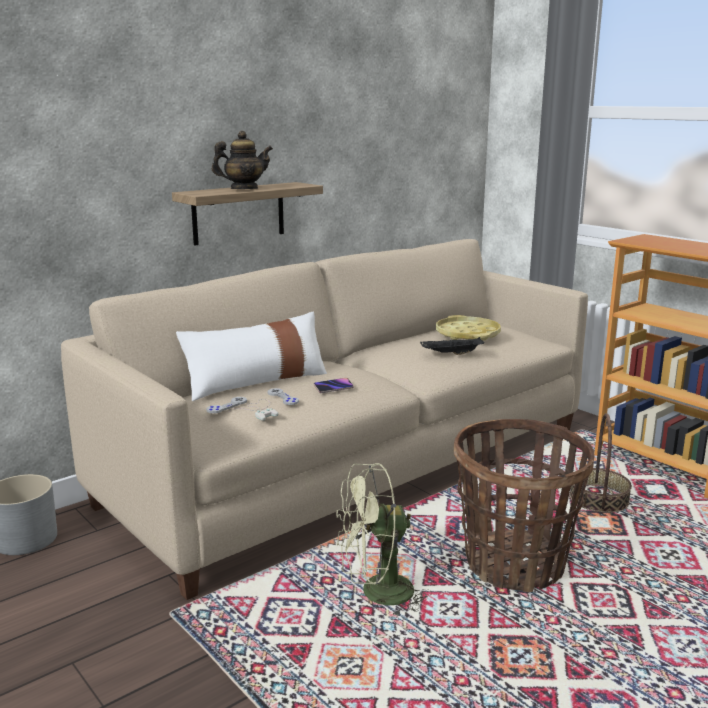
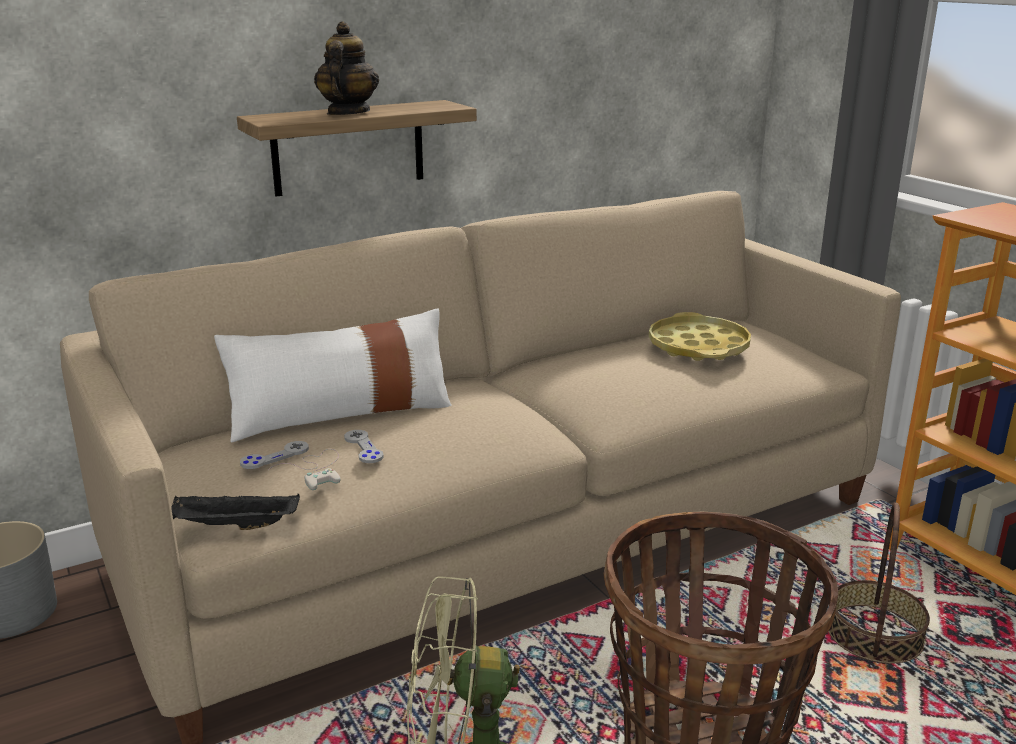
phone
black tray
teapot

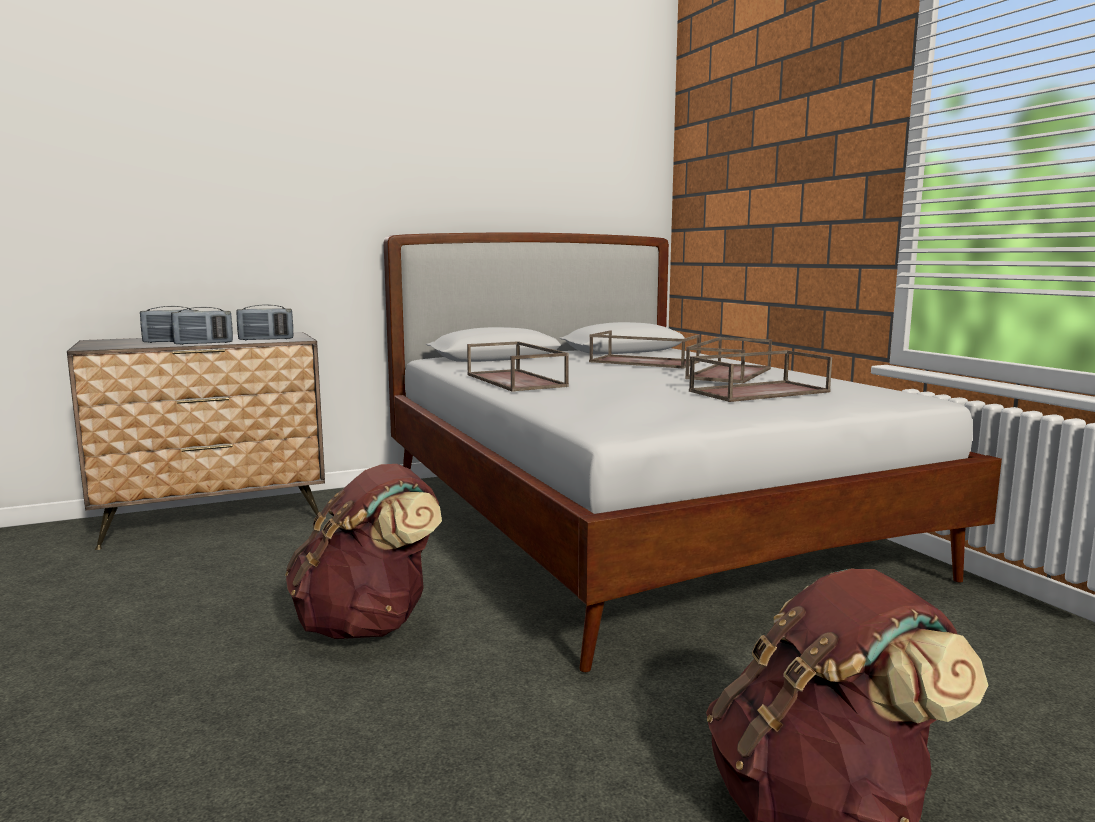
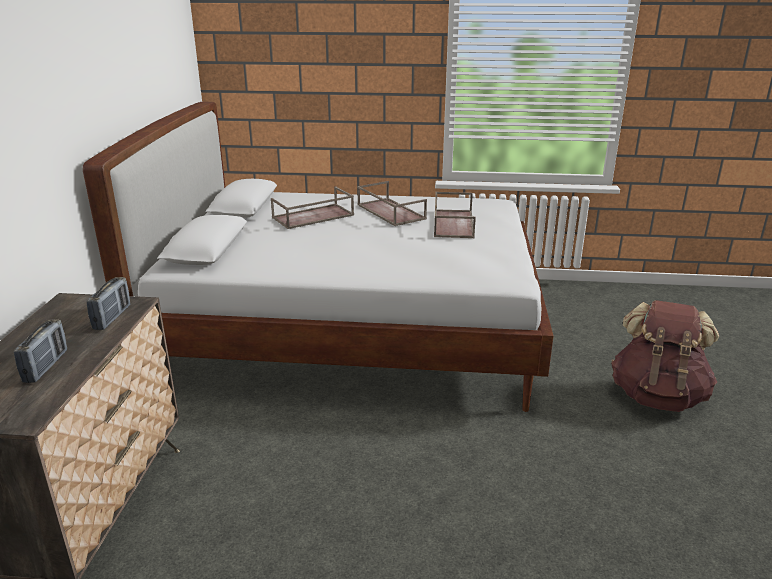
radio (no. 2 from left in the first image)
brown backpack (no. 1 from left in the first image)
brown tray (no. 1 from left in the first image)

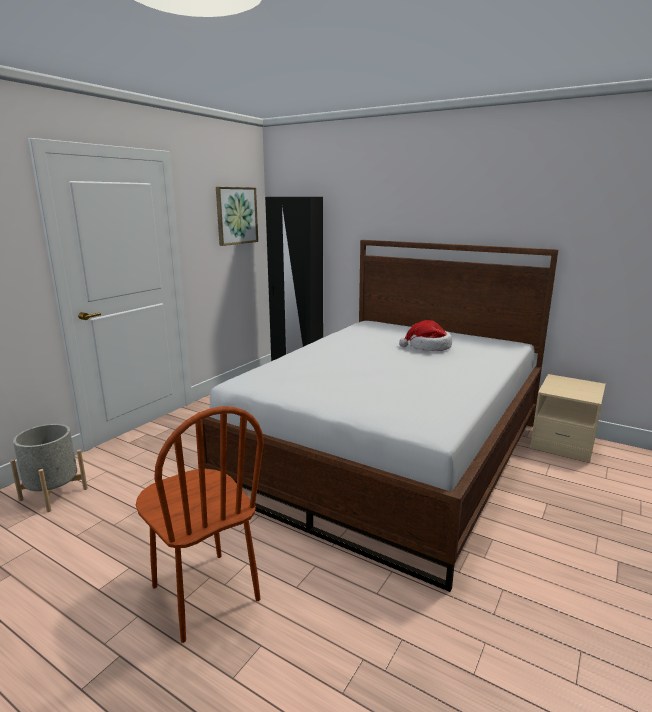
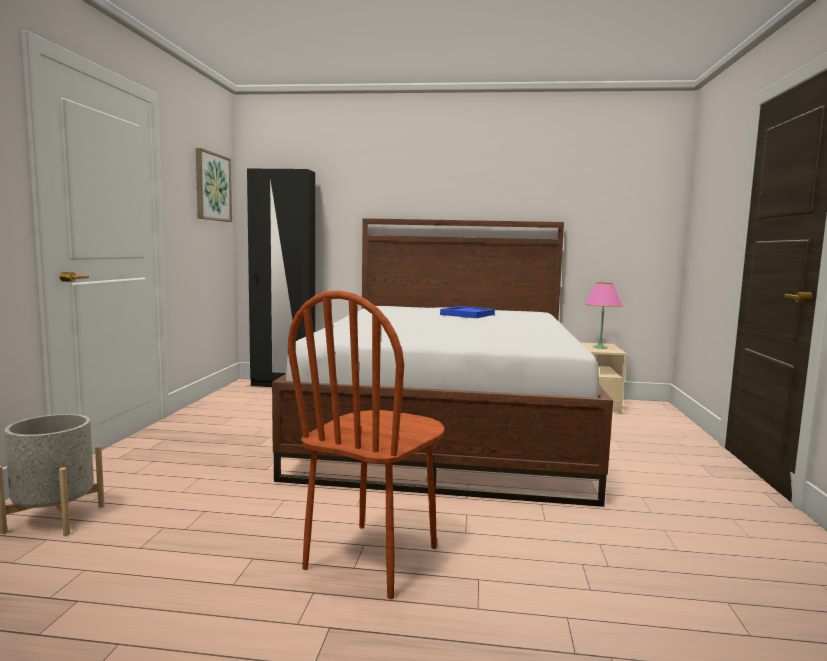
pink table lamp
blue tray
brown chair

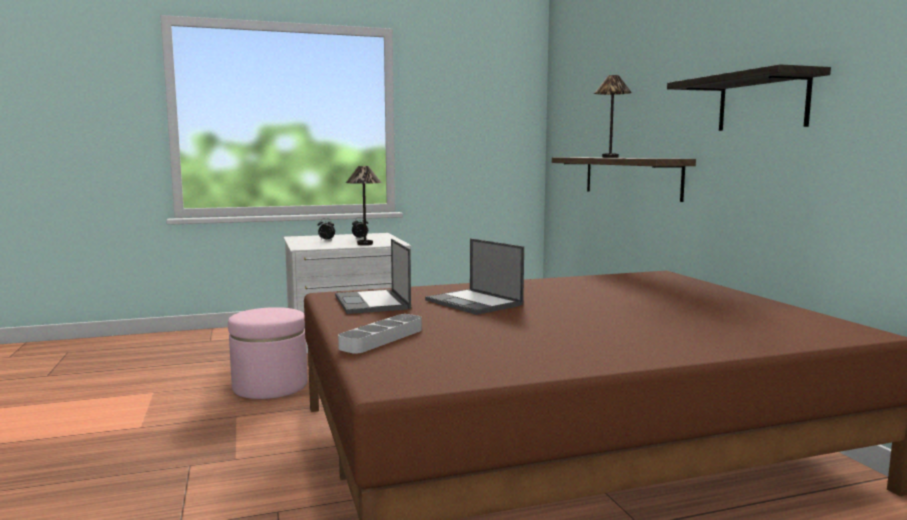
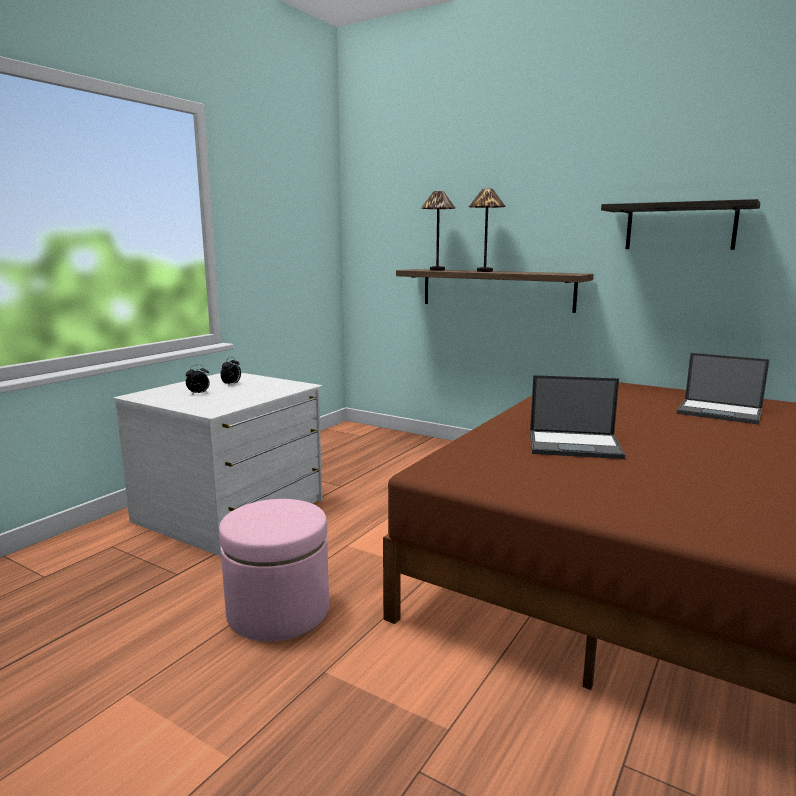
grey tray
laptop (no. 2 from left)
table lamp (no. 1 from left)

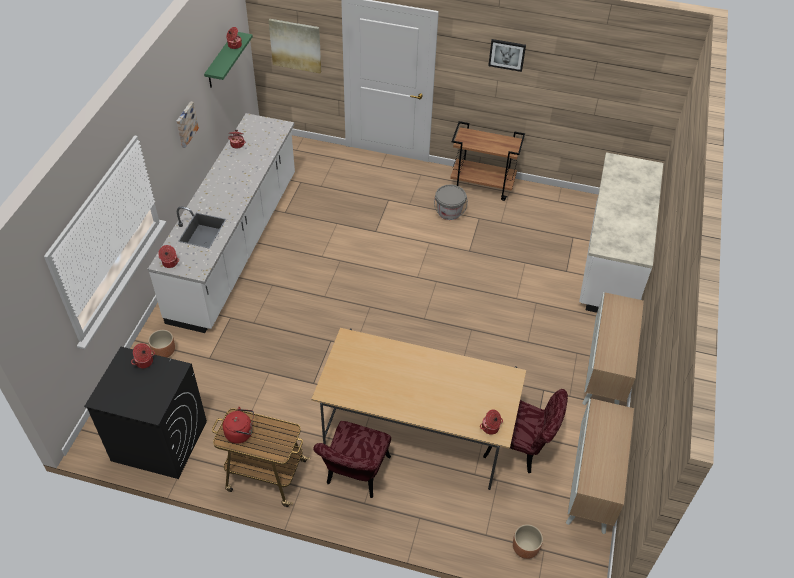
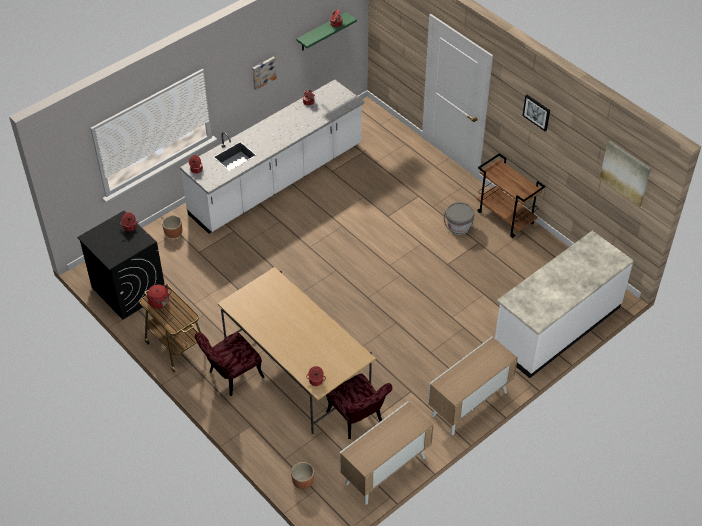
picture (no. 3 from left)

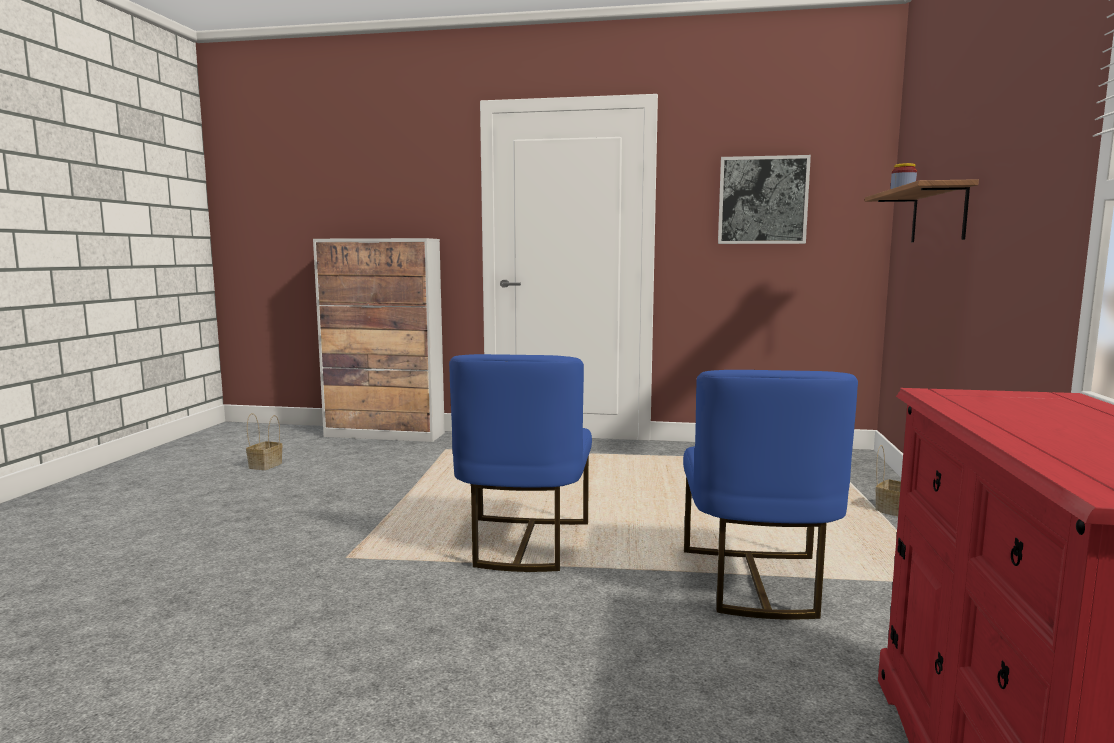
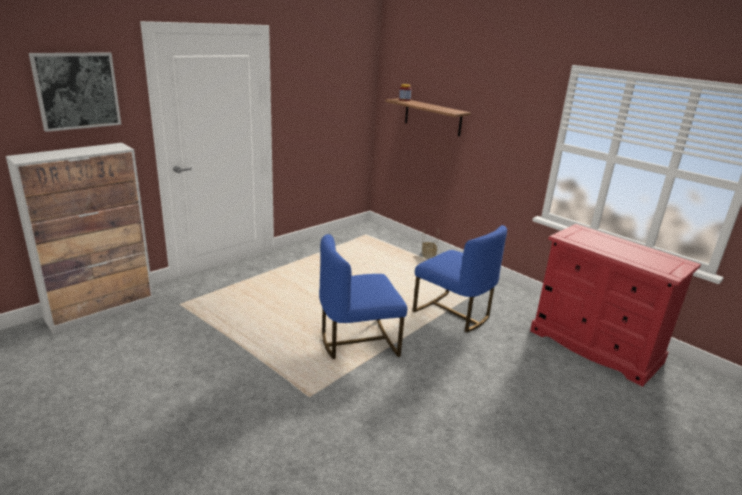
basket (no. 1 from left in the first image)
picture
blue chair (no. 1 from left)

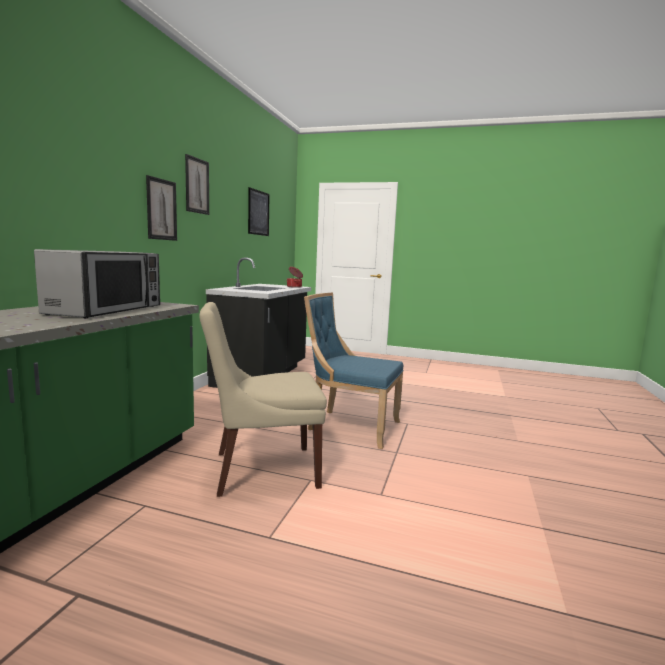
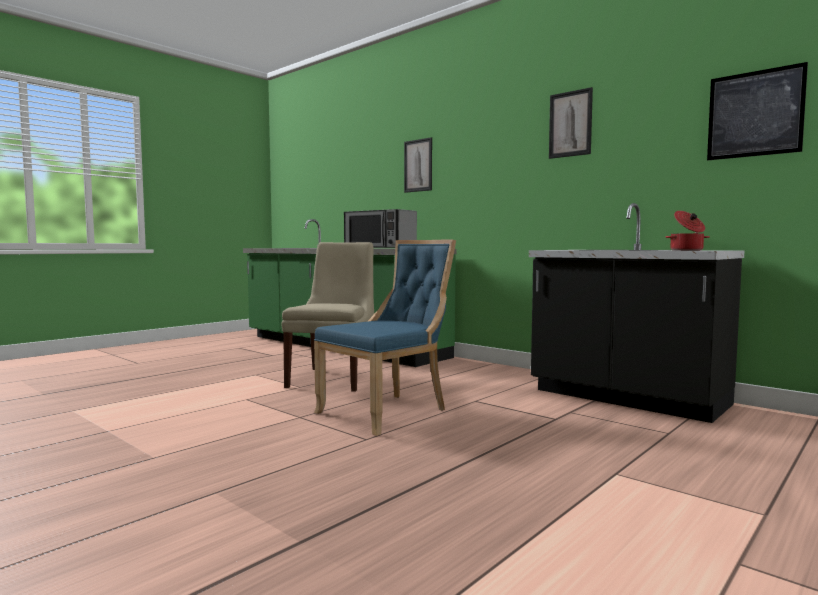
picture (no. 1 from left)

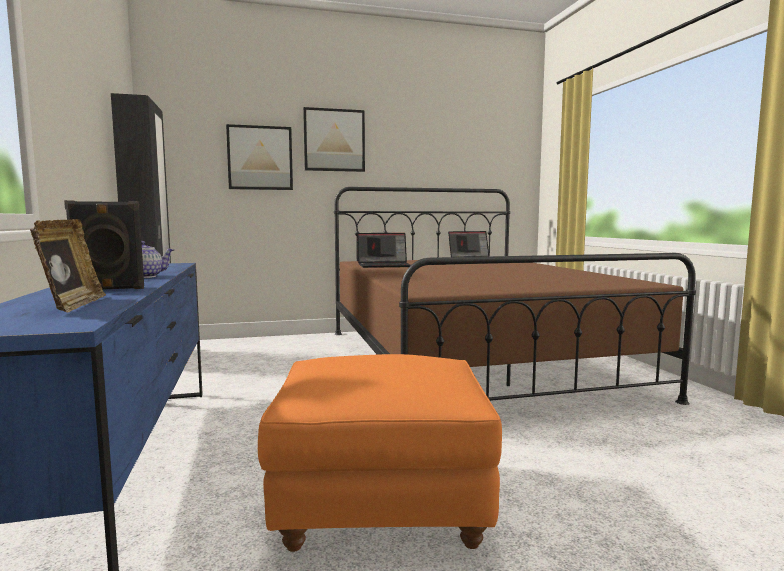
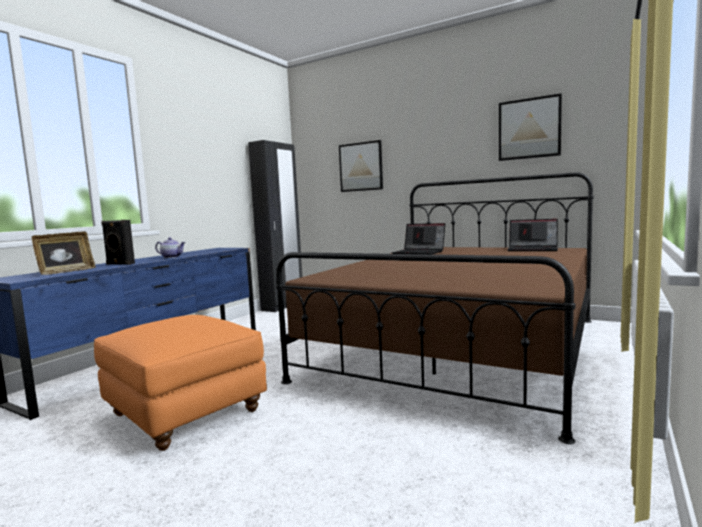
picture (no. 2 from left)

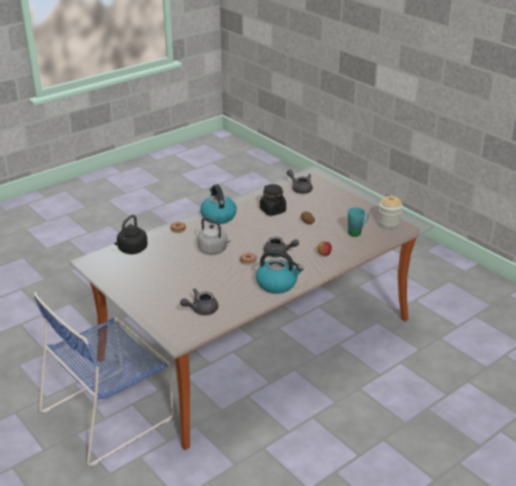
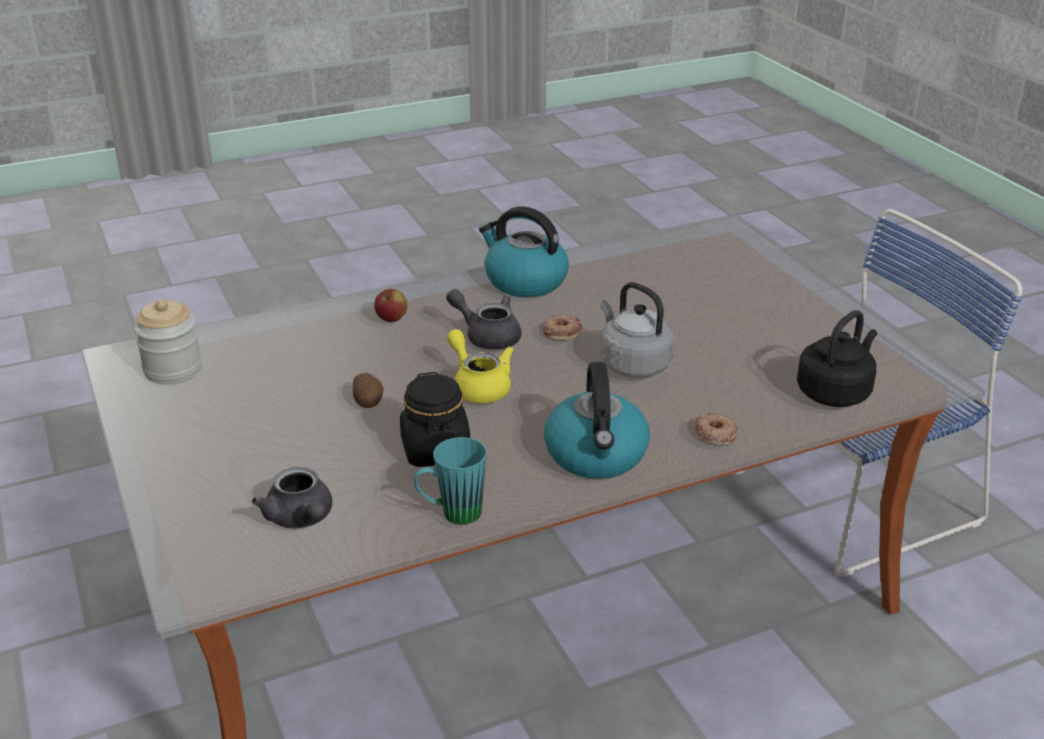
grey teapot (no. 1 from left in the first image)
yellow teapot
turquoise mug

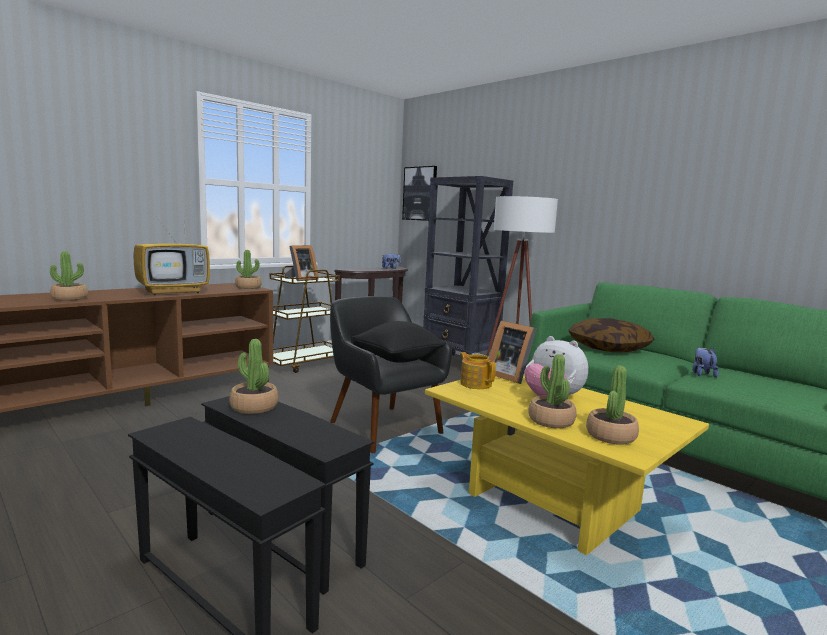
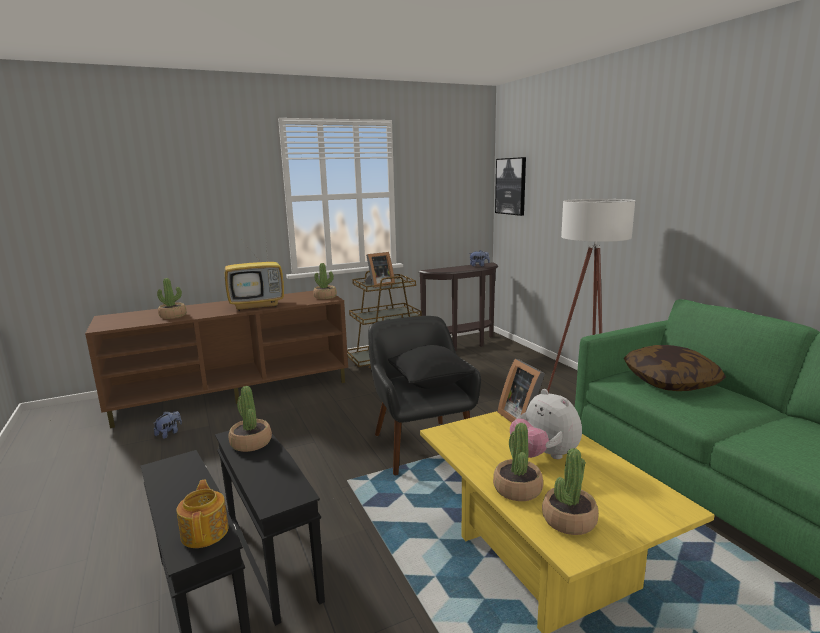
black bookcase
teapot
plush toy (no. 1 from left)

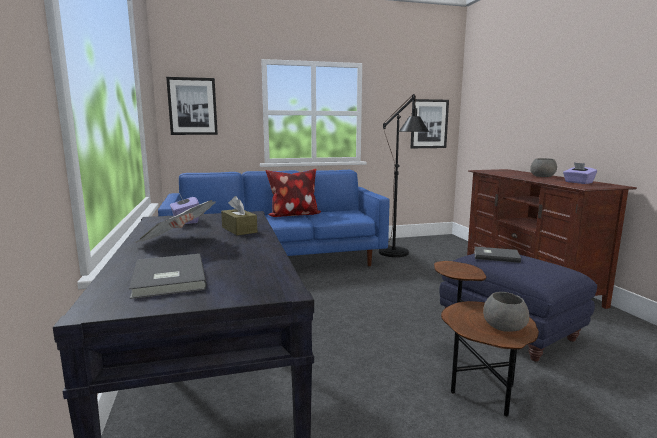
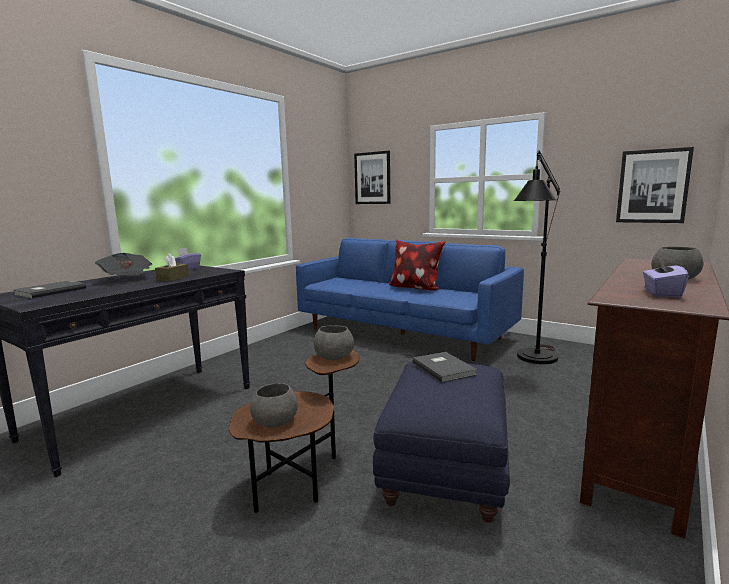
grey bowl (no. 2 from left)

